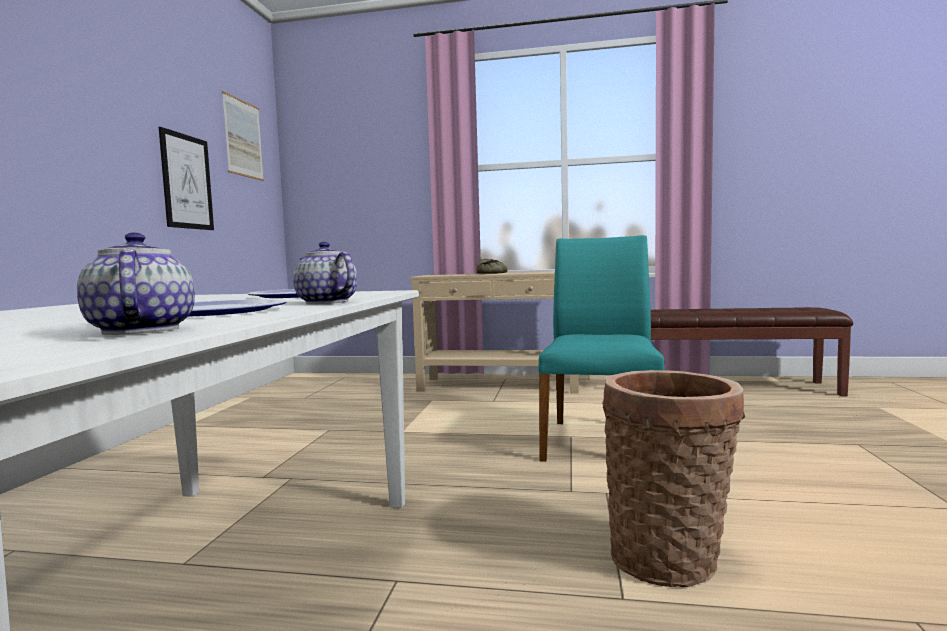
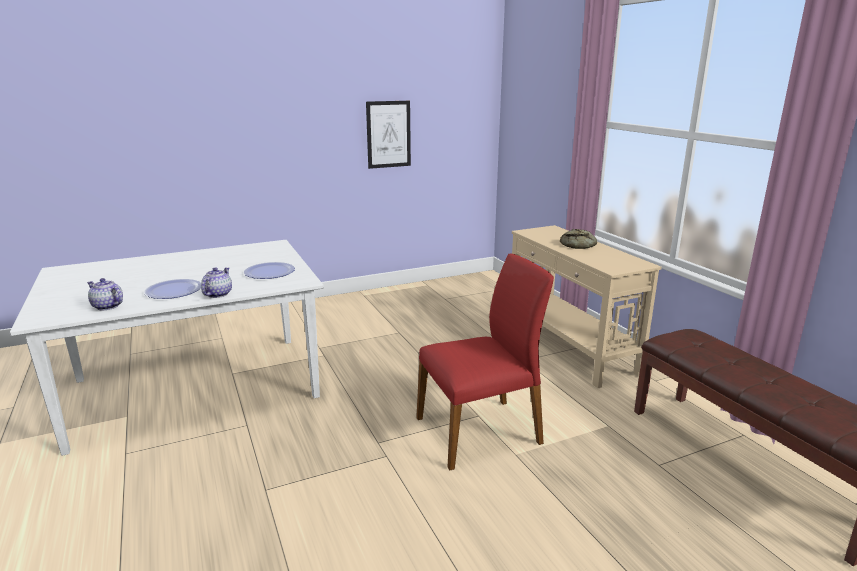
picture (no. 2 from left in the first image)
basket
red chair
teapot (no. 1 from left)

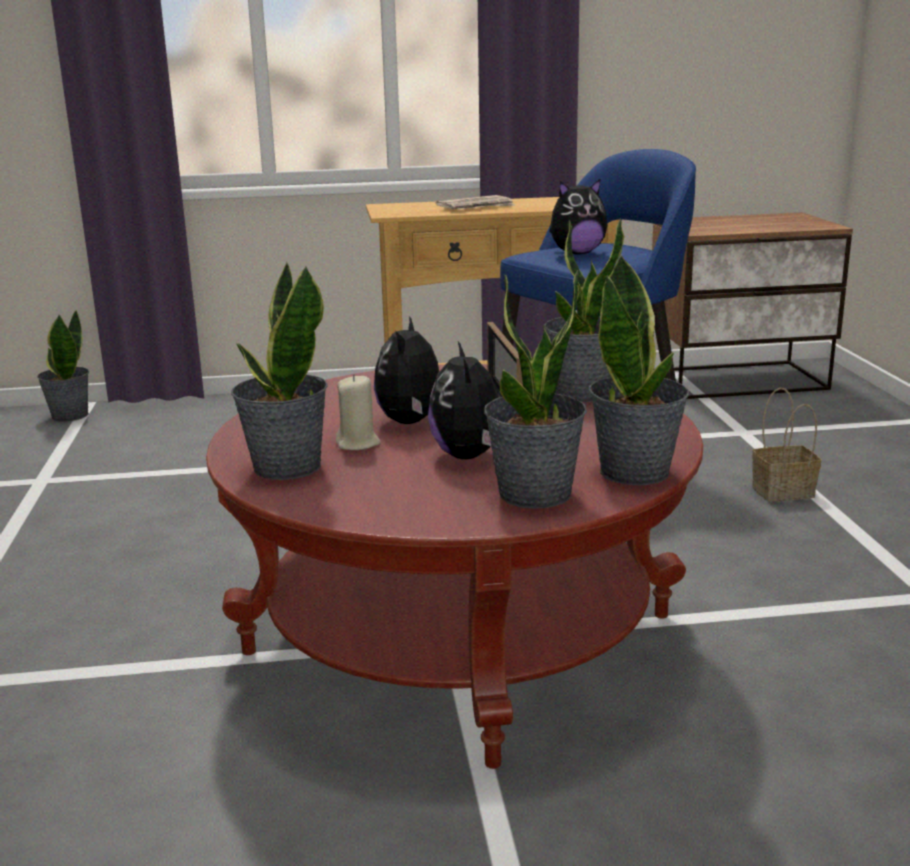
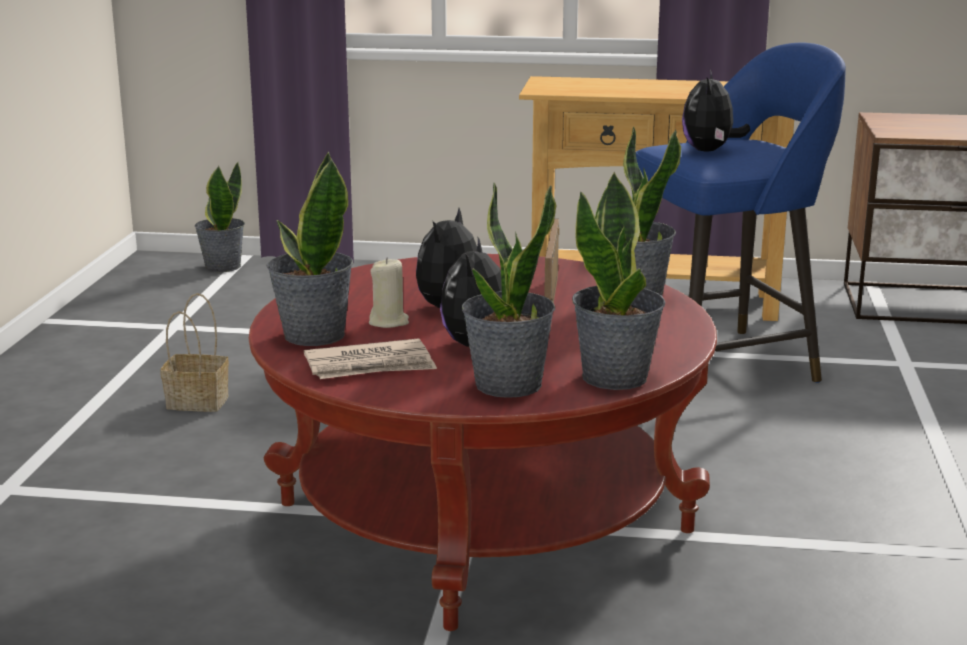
newspaper
basket
plush toy (no. 3 from left)

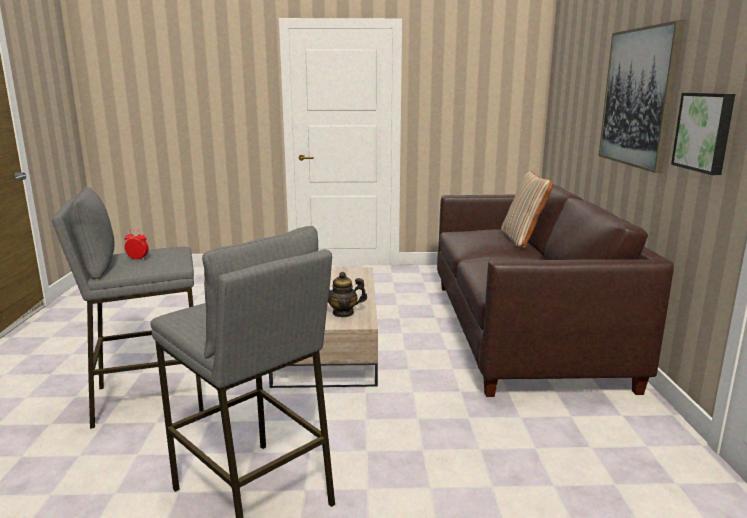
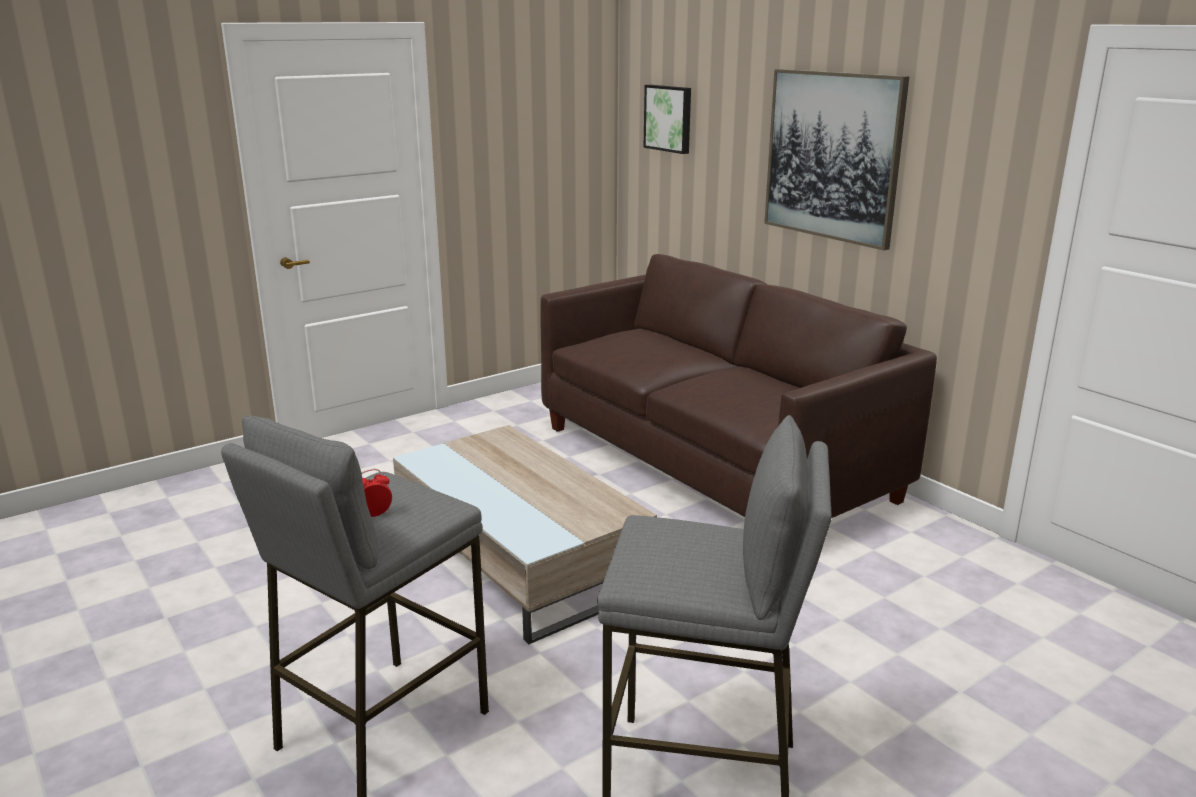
teapot
beige pillow
picture (no. 1 from left)

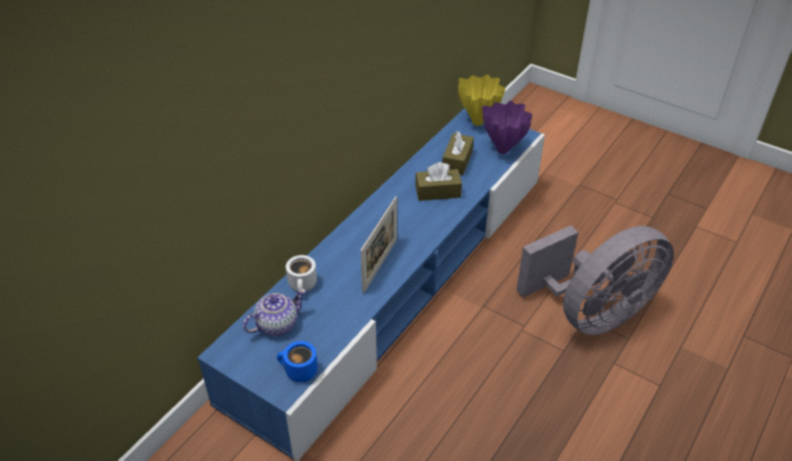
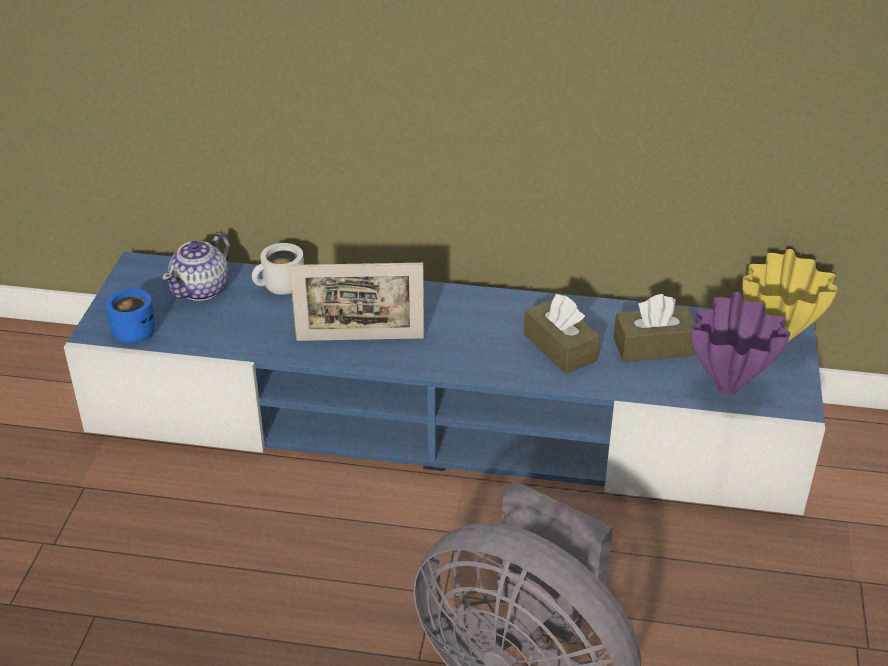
teapot

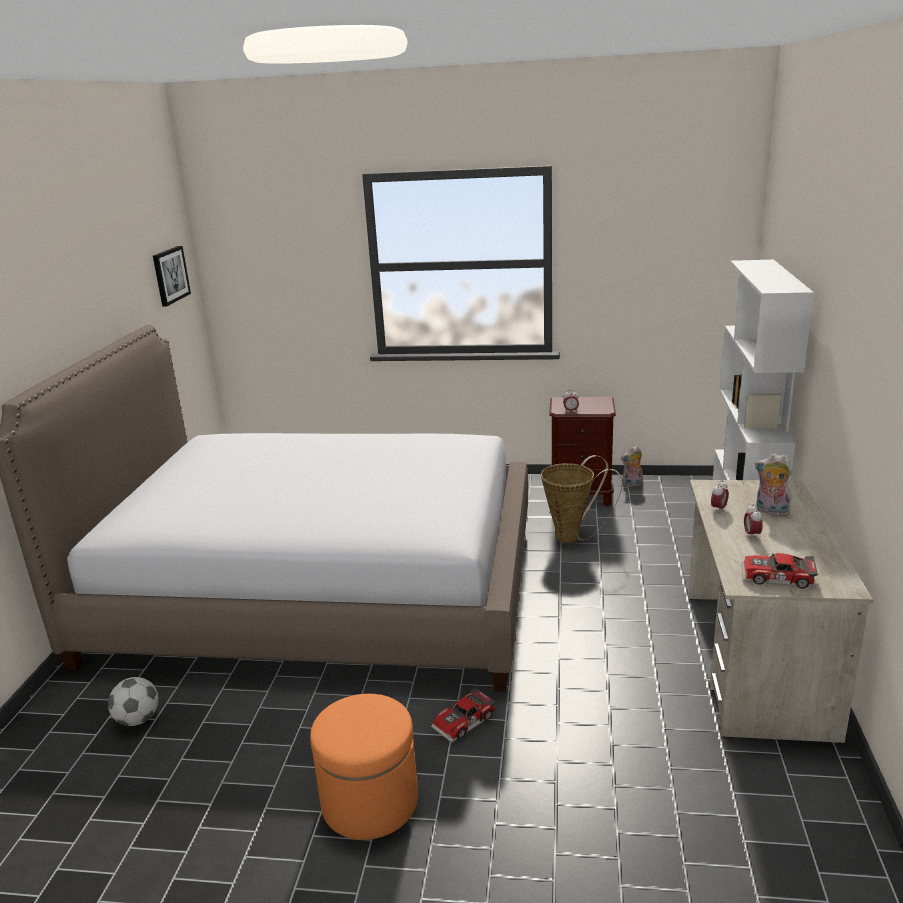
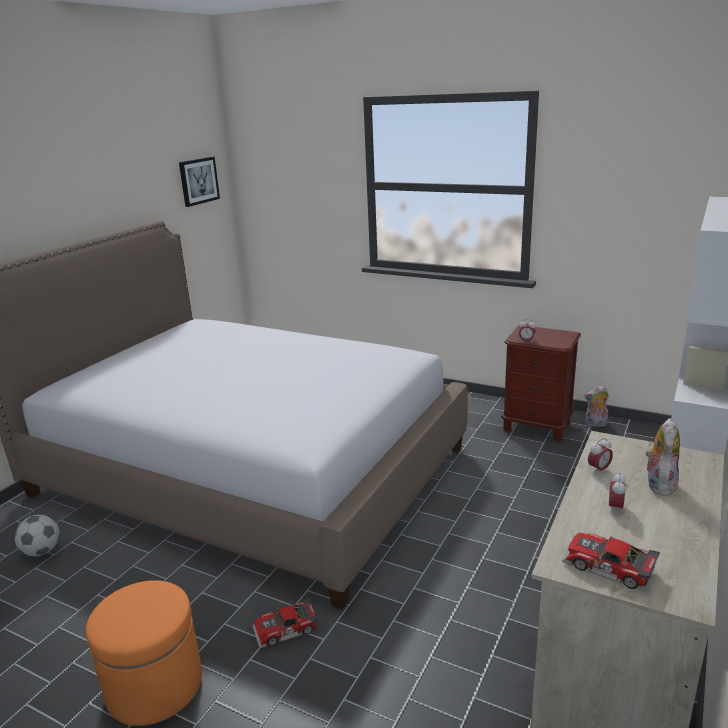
basket
plush toy (no. 2 from left)

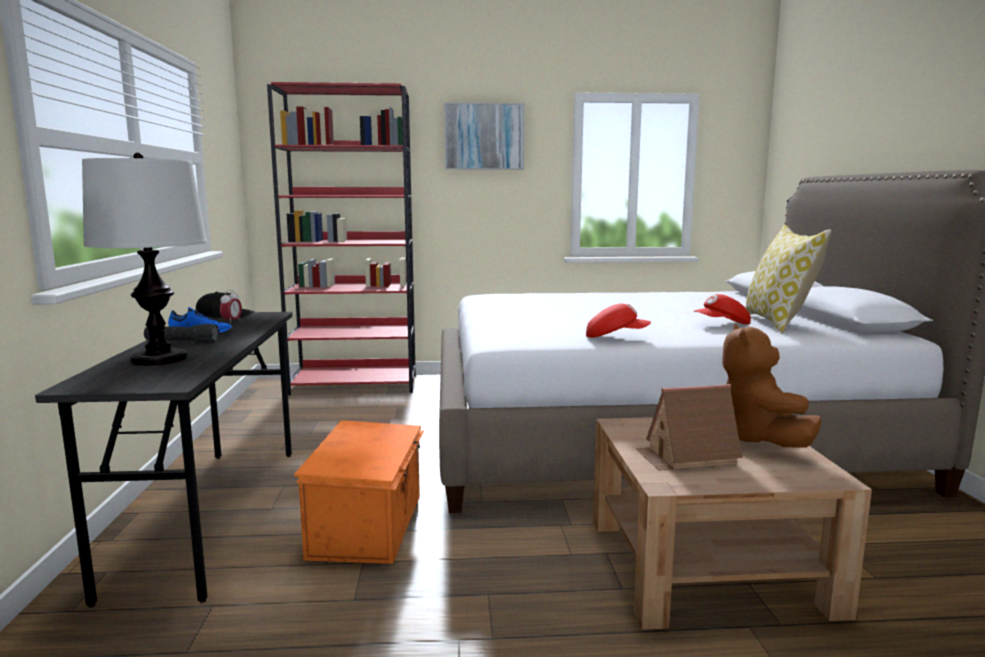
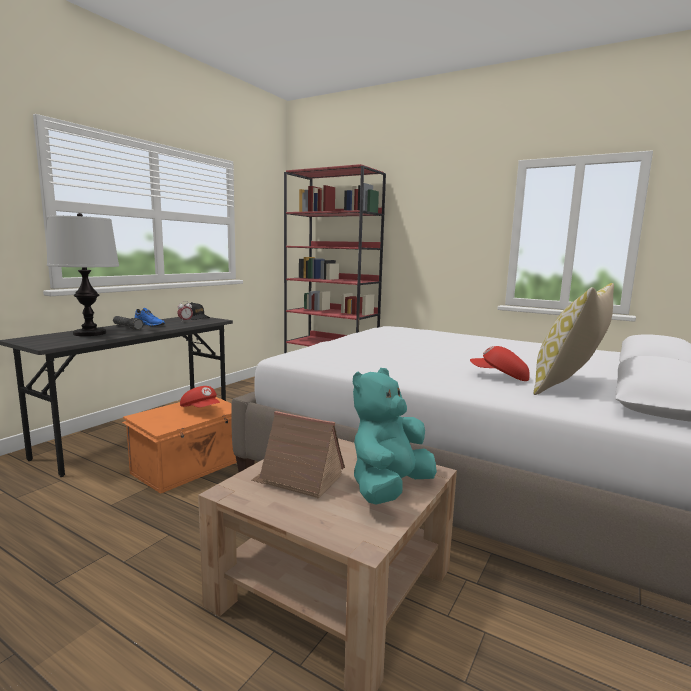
picture
red cap (no. 1 from left)
turquoise plush toy

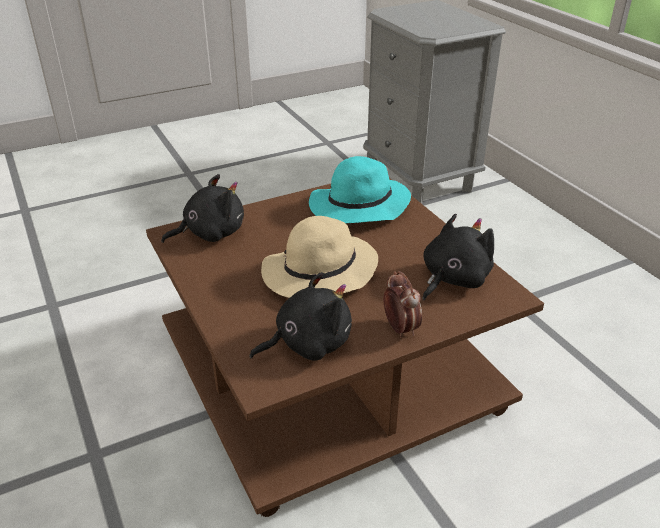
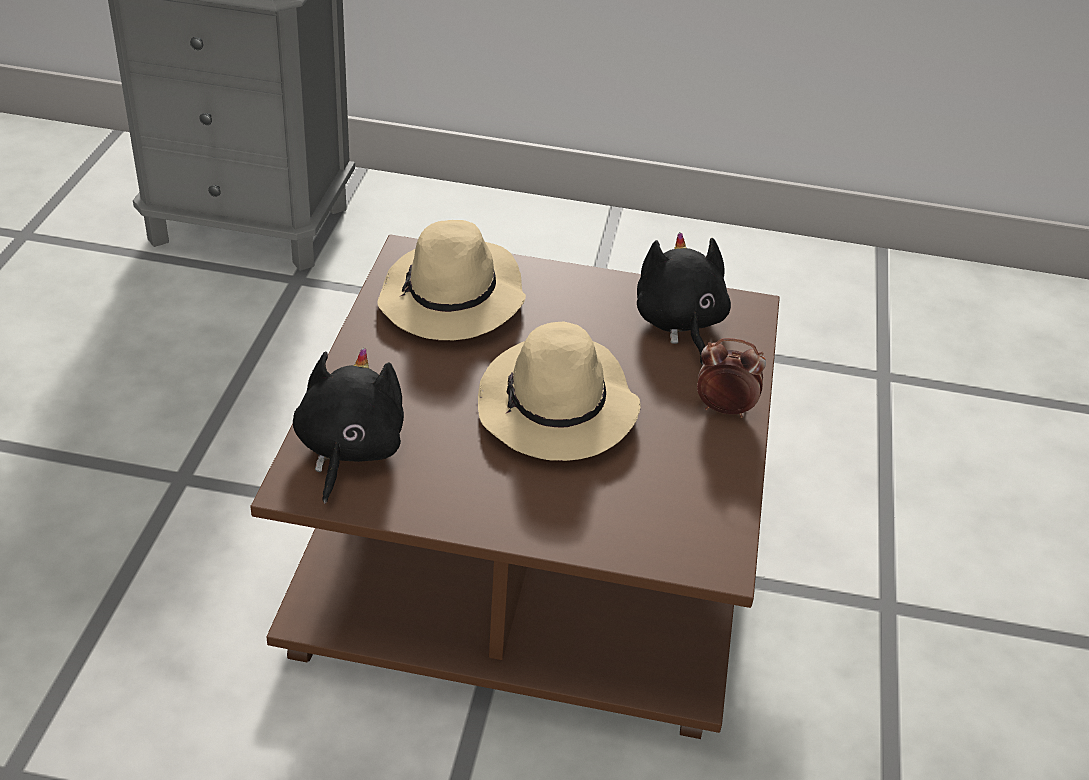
black plush toy (no. 2 from left in the first image)
beige hat (no. 1 from left)

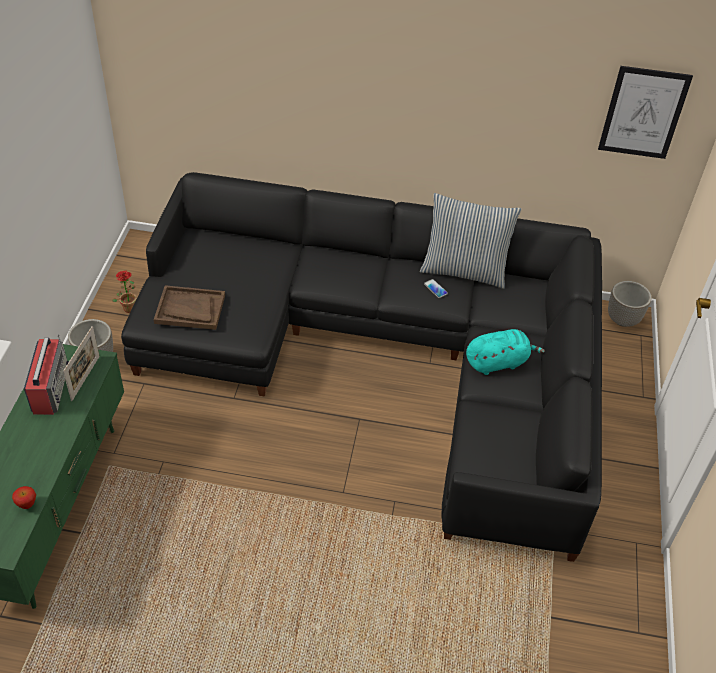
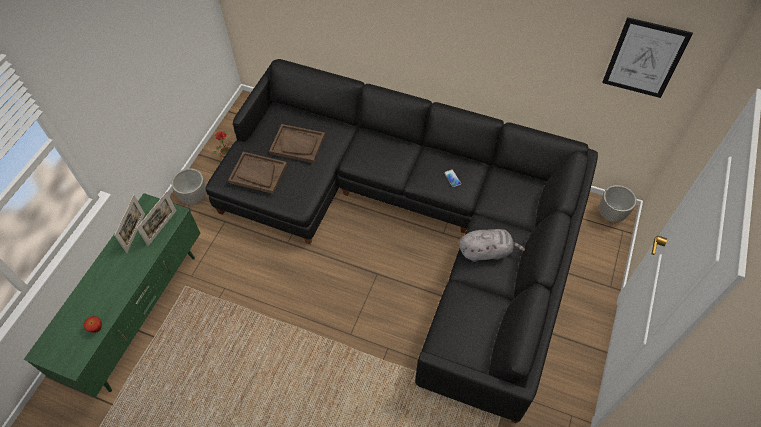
pillow
brown tray (no. 2 from left)
picture frame (no. 1 from left)
grey plush toy

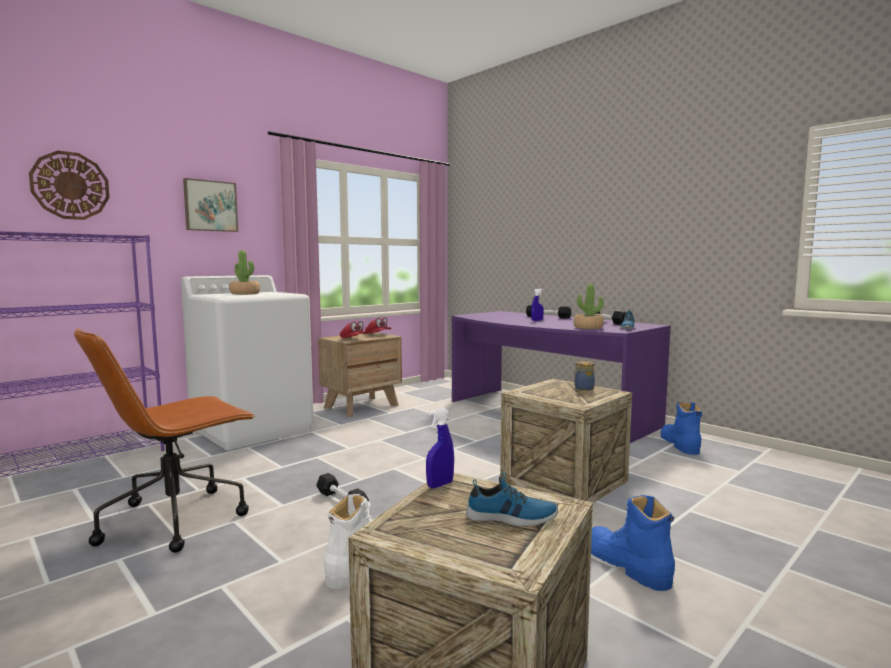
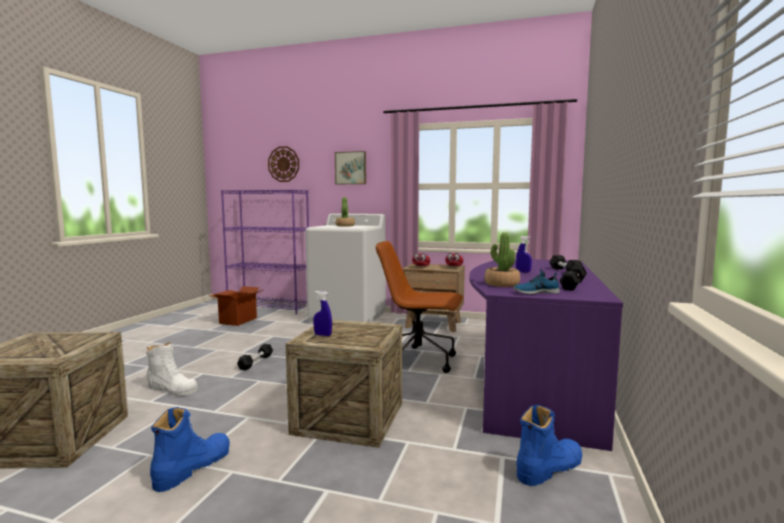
shoe (no. 1 from left in the first image)
jar
cardboard box
brown office chair
blue spray bottle (no. 1 from left)

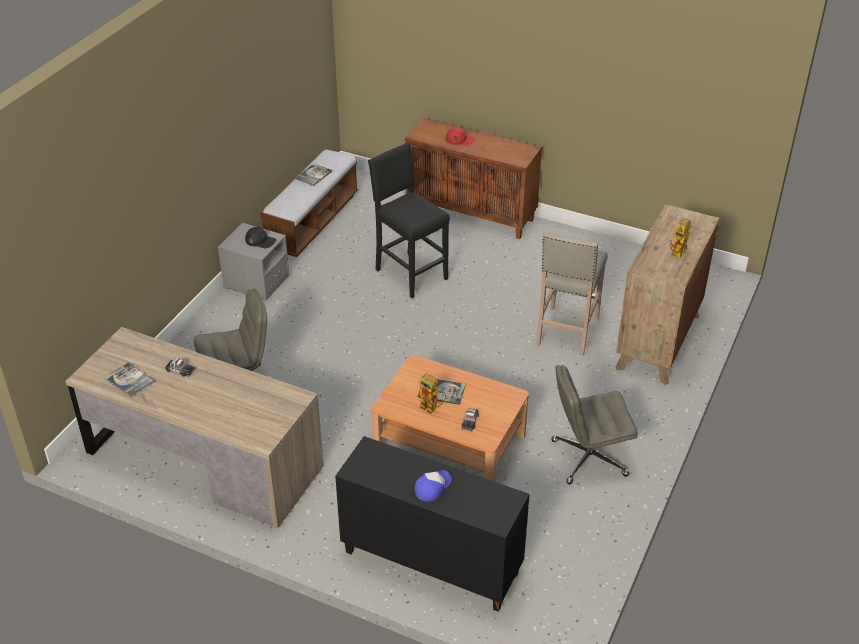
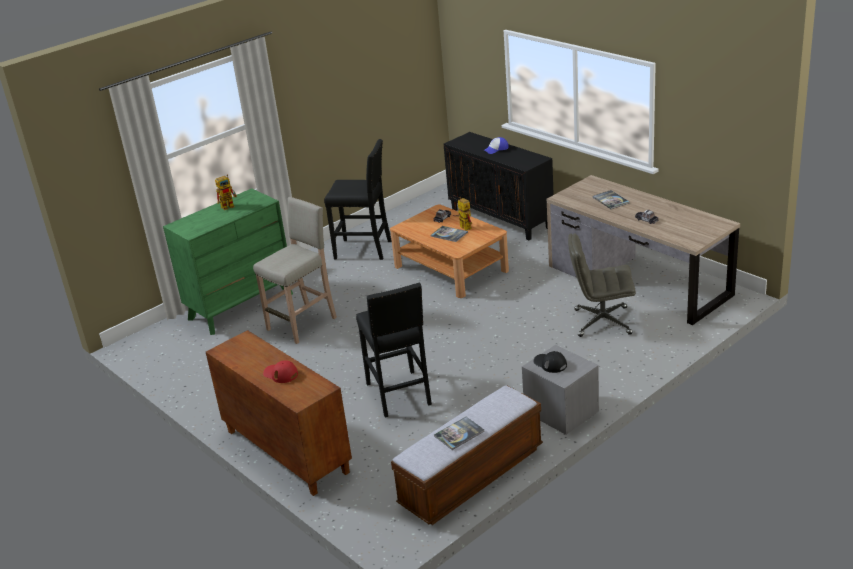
book (no. 3 from left)
black stool (no. 1 from left)
green dresser

